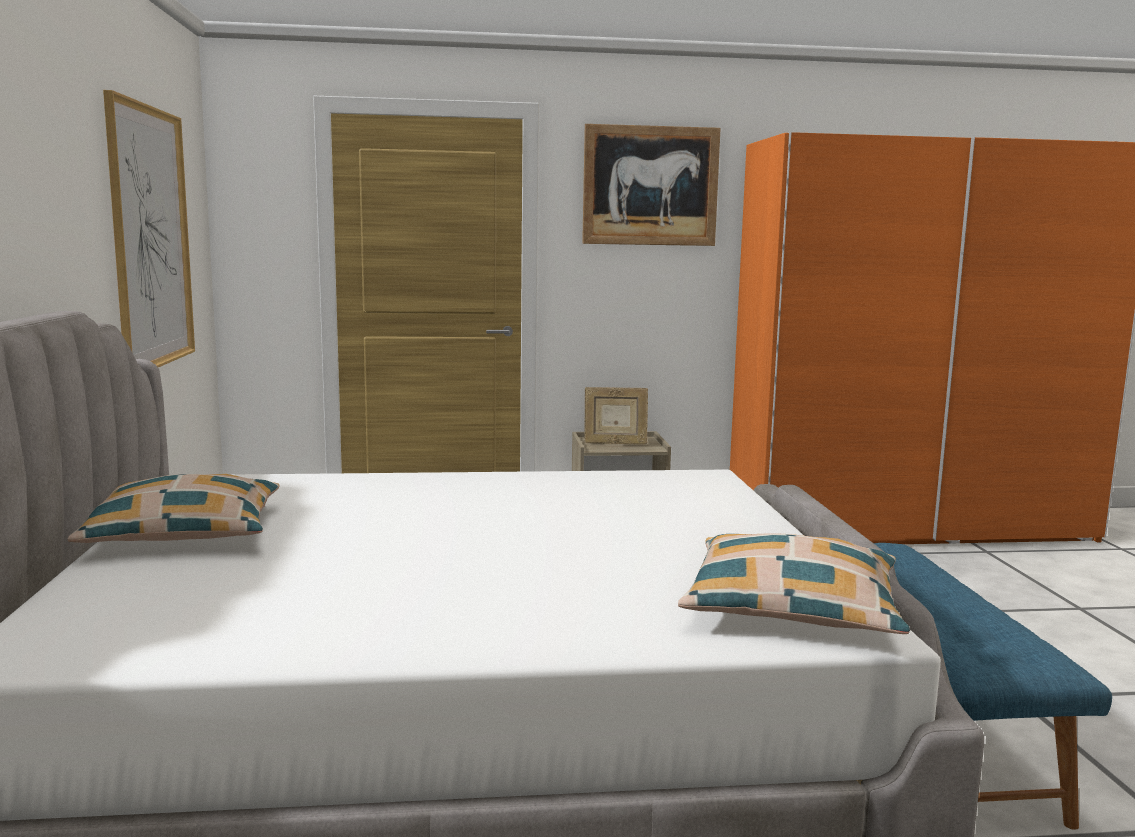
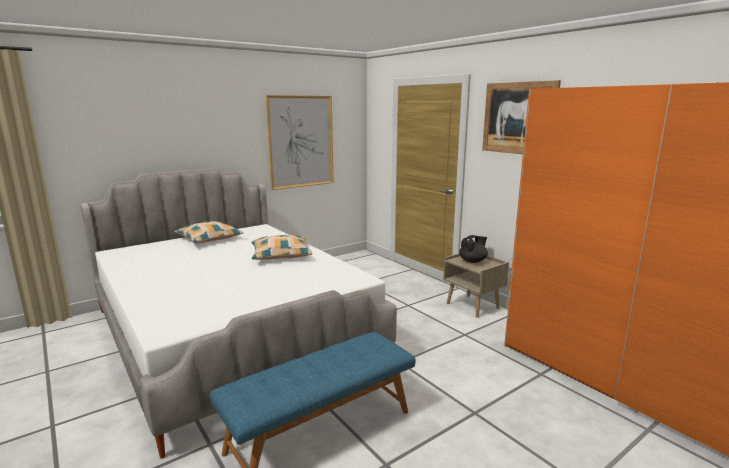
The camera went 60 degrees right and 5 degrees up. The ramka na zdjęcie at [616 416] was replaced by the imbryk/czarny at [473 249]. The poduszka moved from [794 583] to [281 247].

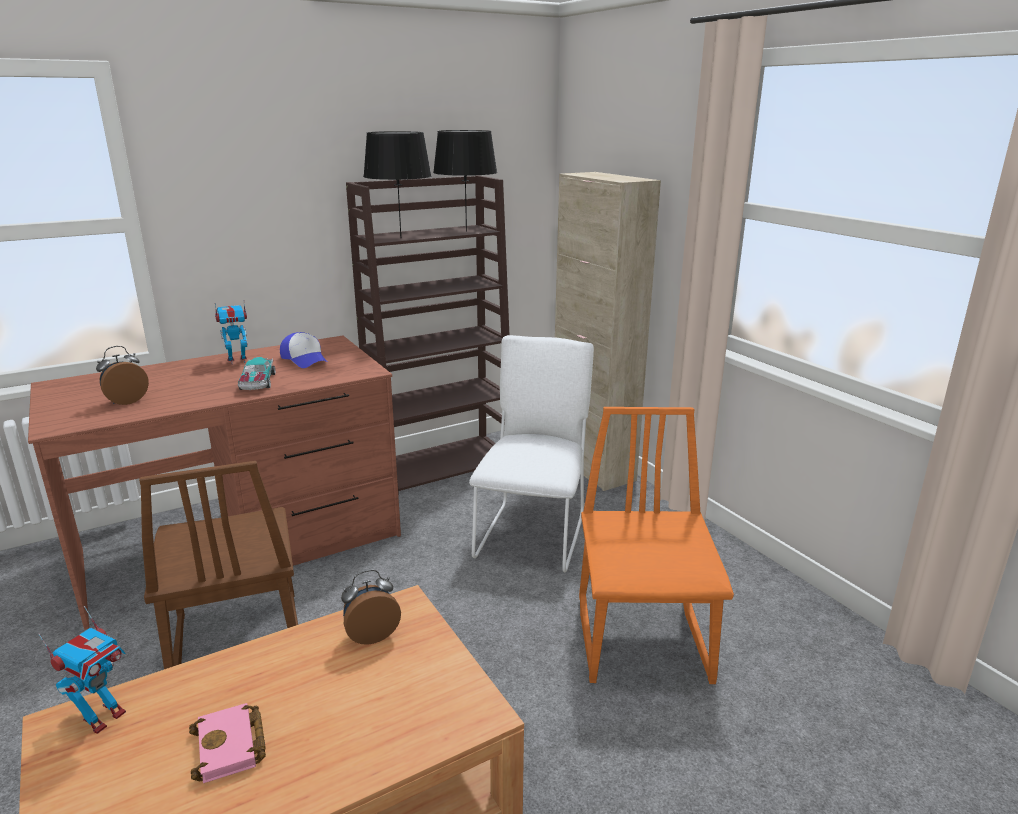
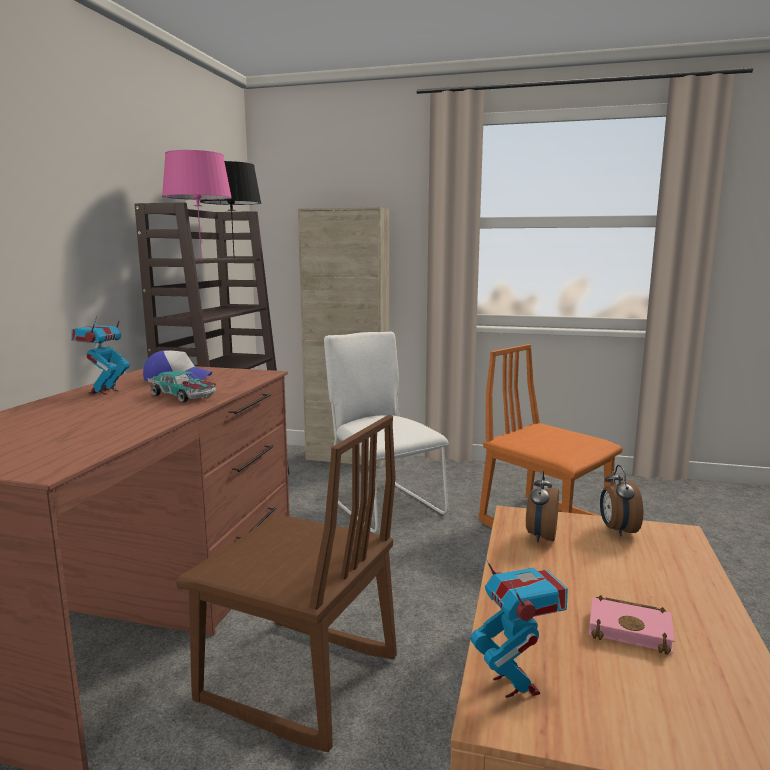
The camera went 45 degrees left and 10 degrees down. The lampa stołowa/czarny at [397 184] became the lampa stołowa/różowy at [197 205]. The budzik moved from [122 375] to [621 501].

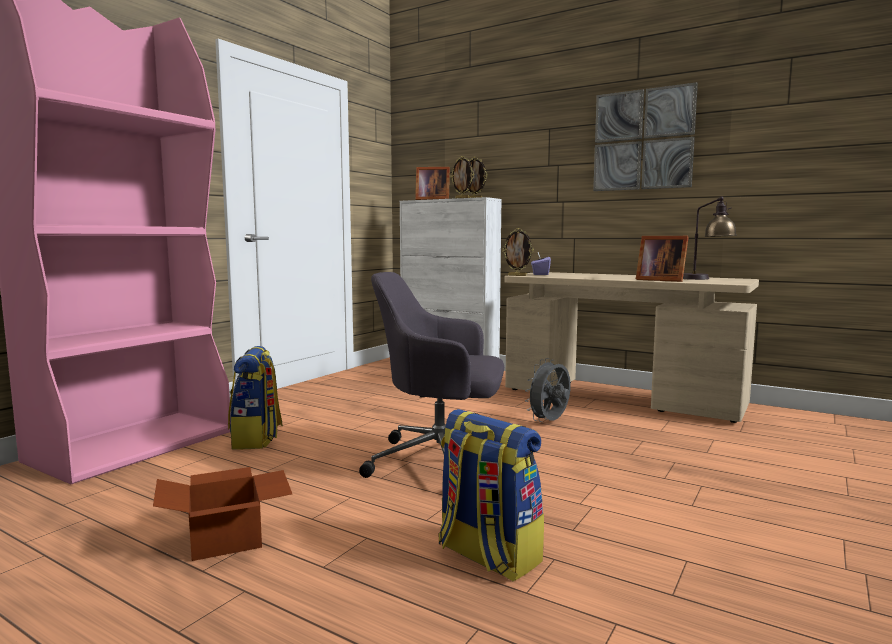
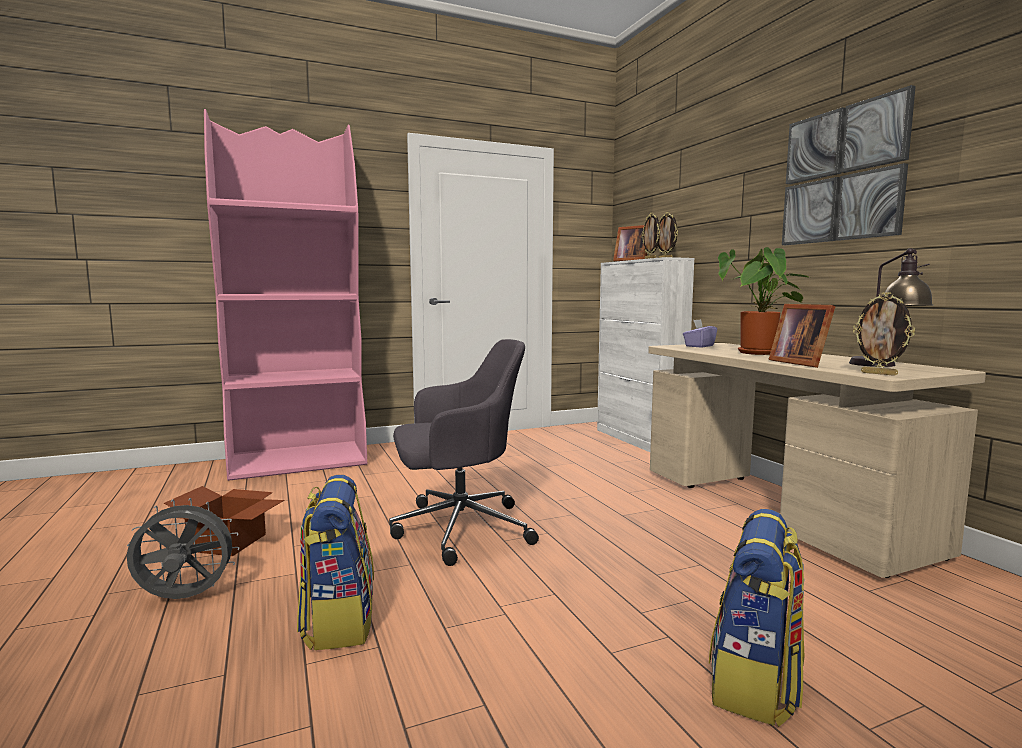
The camera went 35 degrees right and 0 degrees up. The ramka na zdjęcie moved from [518 252] to [884 334]. The krzesło biurowe/szary at [431 375] turned 120 degrees clockwise. The plecak moved from [255 397] to [756 618]. The wentylator/szary moved from [548 390] to [183 548]. The roślina doniczkowa at [764 301] appeared.

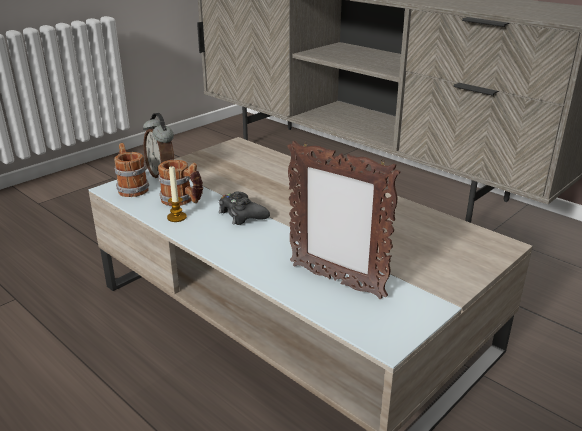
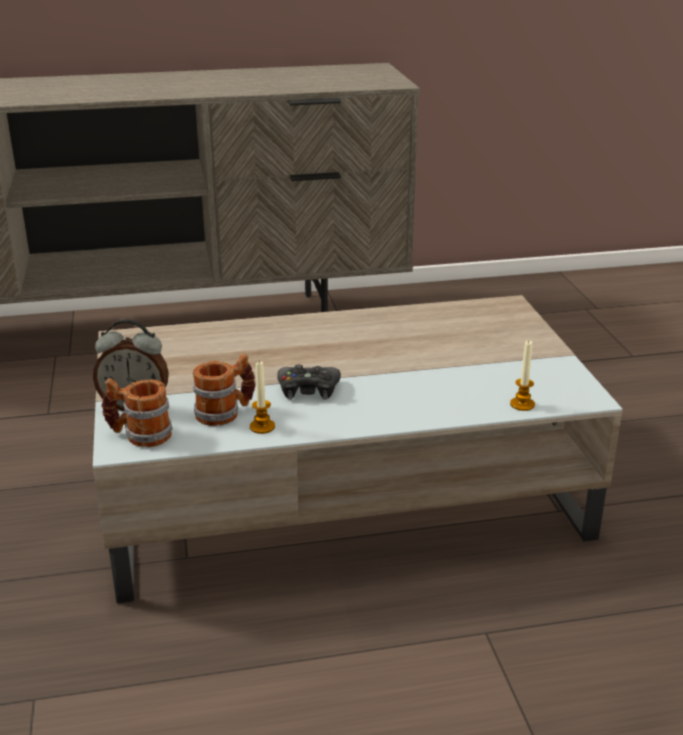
The camera went 55 degrees left and 0 degrees up. The ramka na zdjęcie at [343 220] disappeared. The świeca at [522 375] appeared.

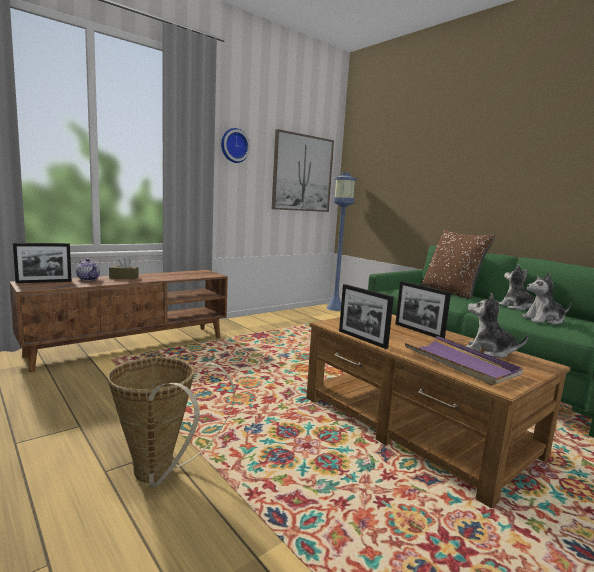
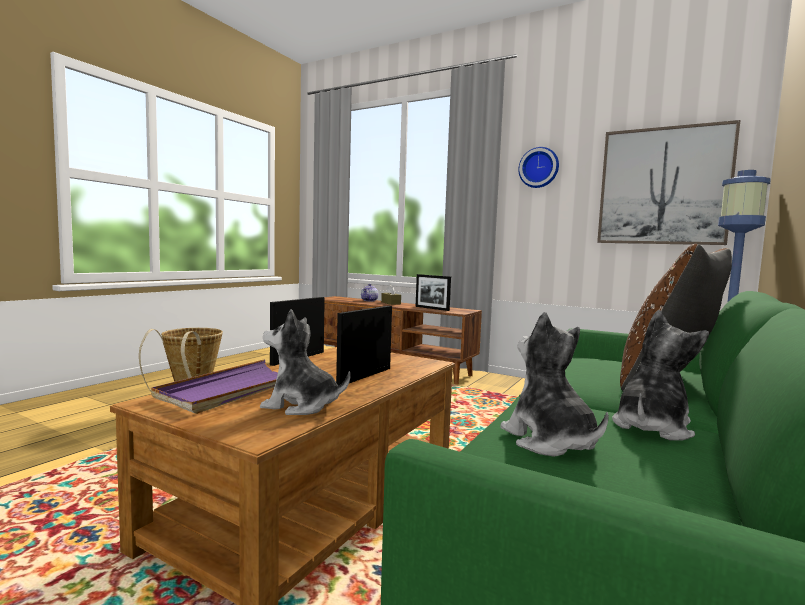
The camera went 70 degrees right and 5 degrees down. The ramka na zdjęcie moved from [42 263] to [433 292]. The pluszak at [497 325] turned 90 degrees counterclockwise.

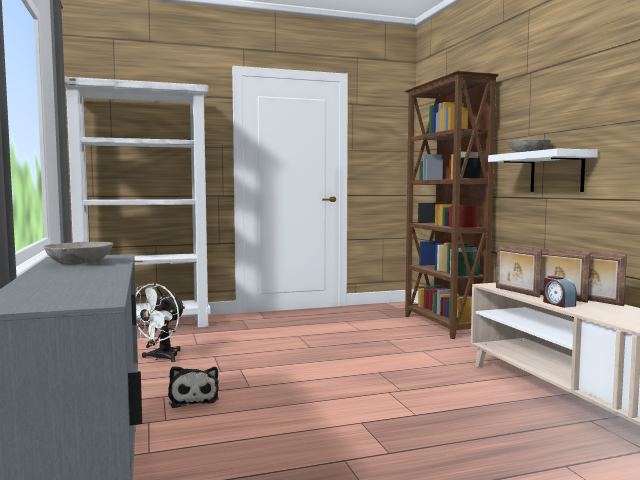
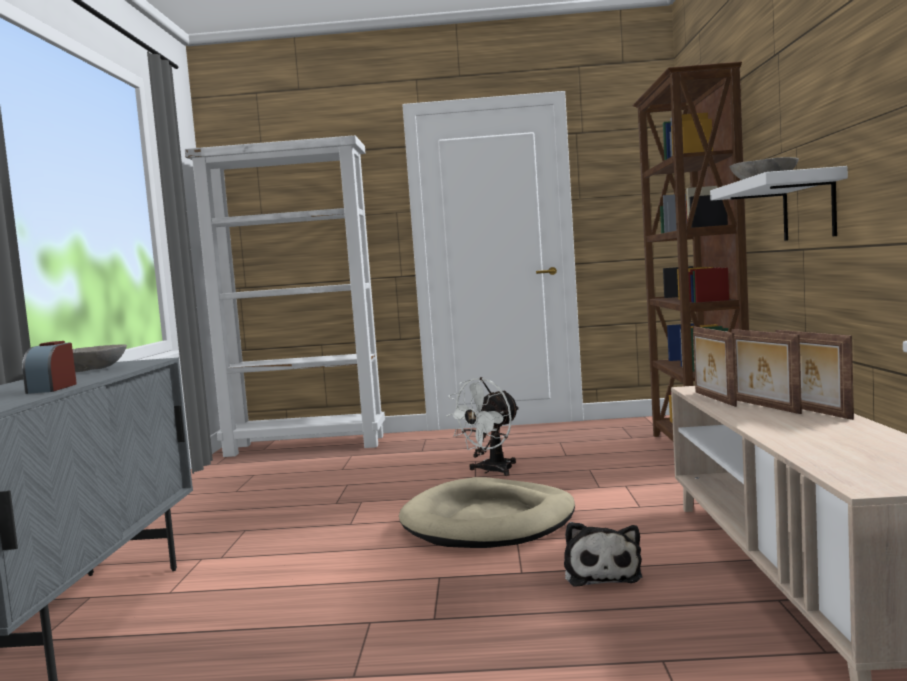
The camera went 20 degrees right and 0 degrees up. The budzik moved from [560 292] to [49 367]. The wentylator/biały moved from [160 322] to [482 426]. The pluszak moved from [193 387] to [603 554]. The legowisko/beżowy at [487 512] appeared.

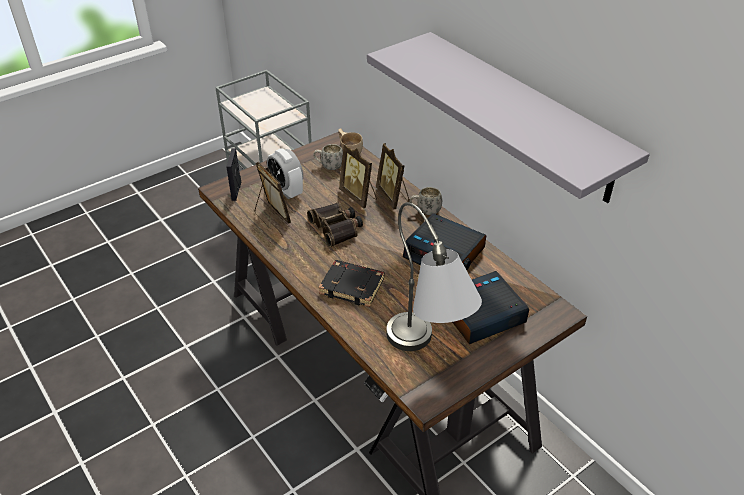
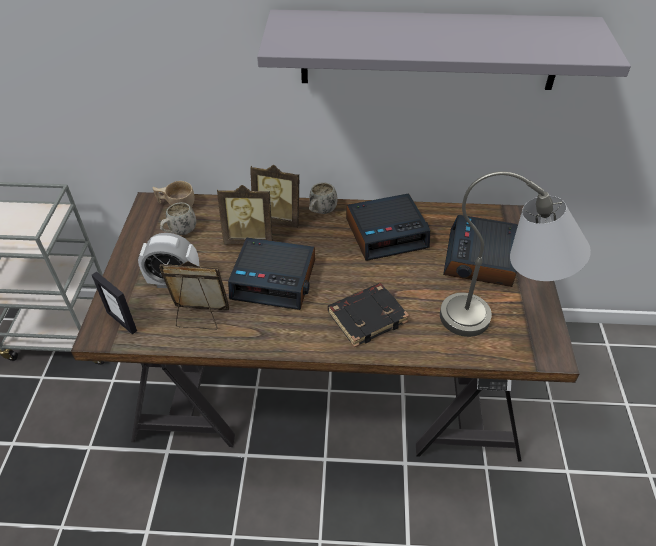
The camera went 50 degrees left and 5 degrees up. The lornetka at [335 225] was replaced by the budzik at [271 274].

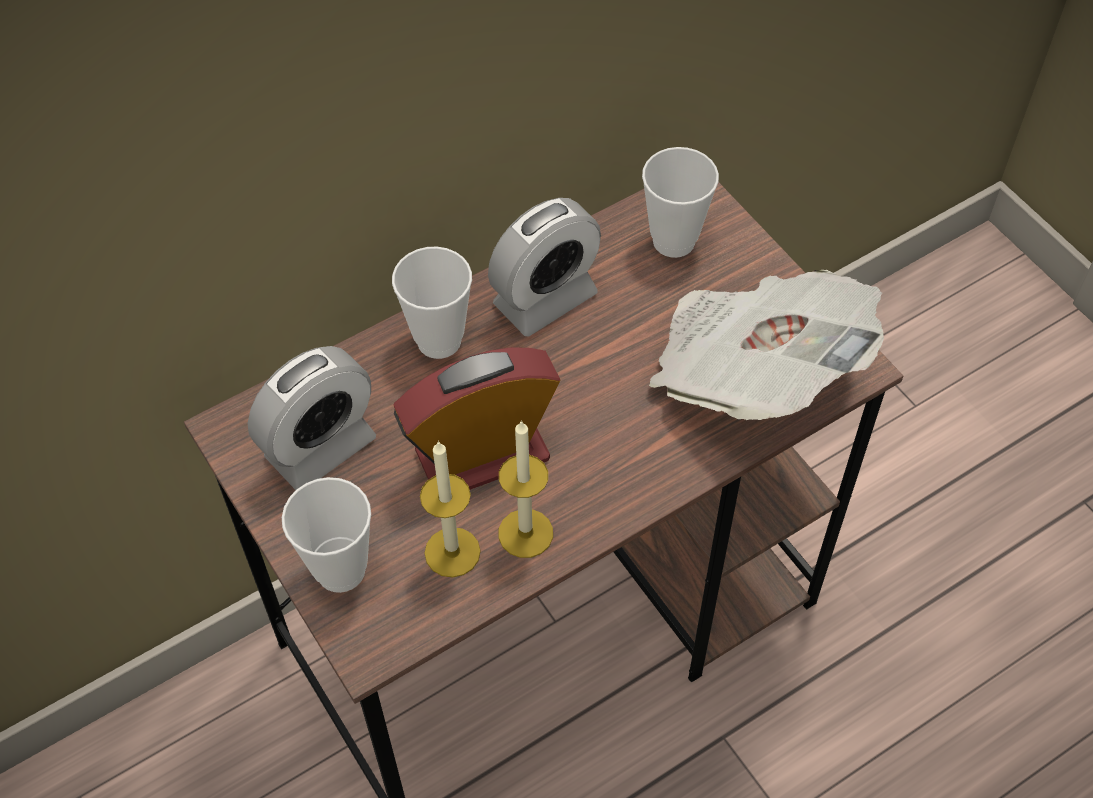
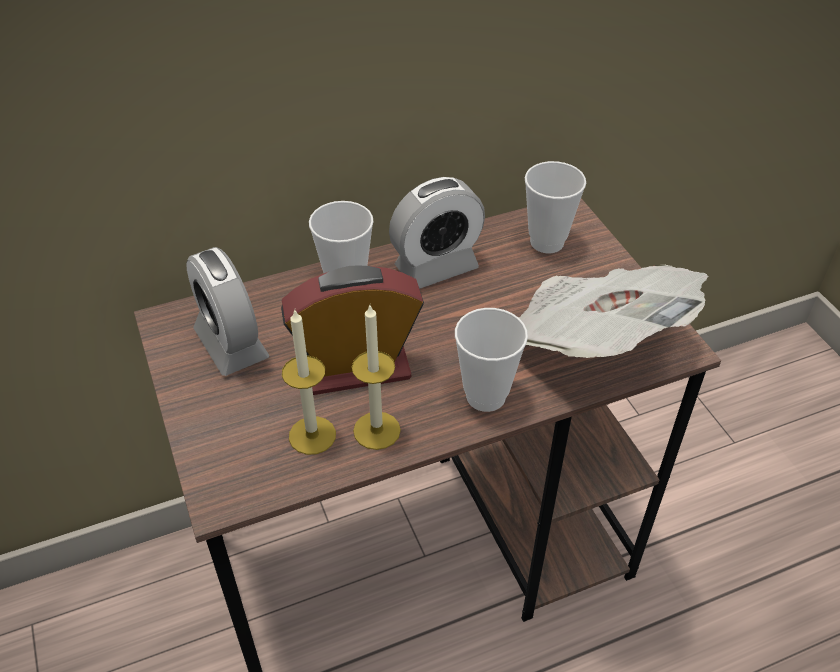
The camera went 10 degrees right and 10 degrees down. The budzik at [312 418] turned 90 degrees clockwise. The filiżanka moved from [326 535] to [491 360].

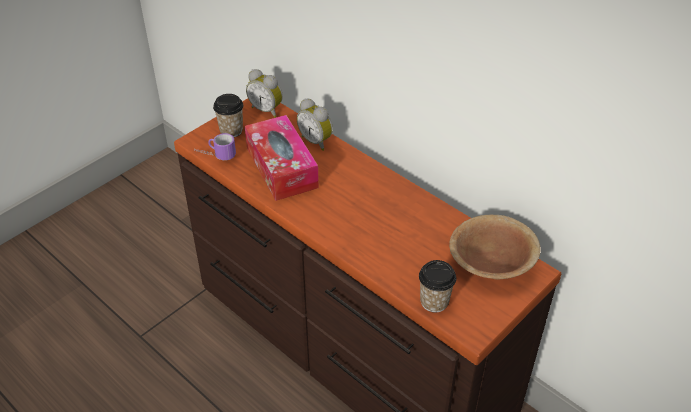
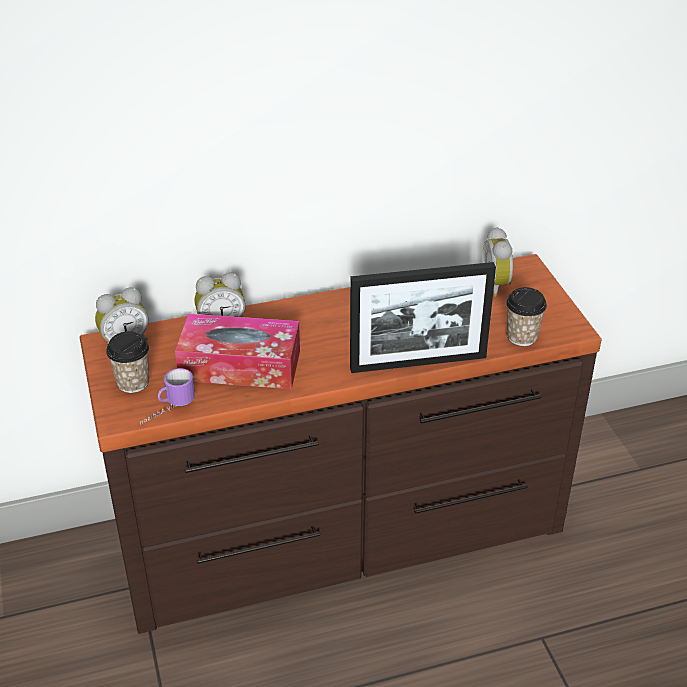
The camera went 60 degrees left and 5 degrees down. The miska/brązowy at [495 247] was replaced by the budzik at [498 262]. The ramka na zdjęcie at [423 317] appeared.

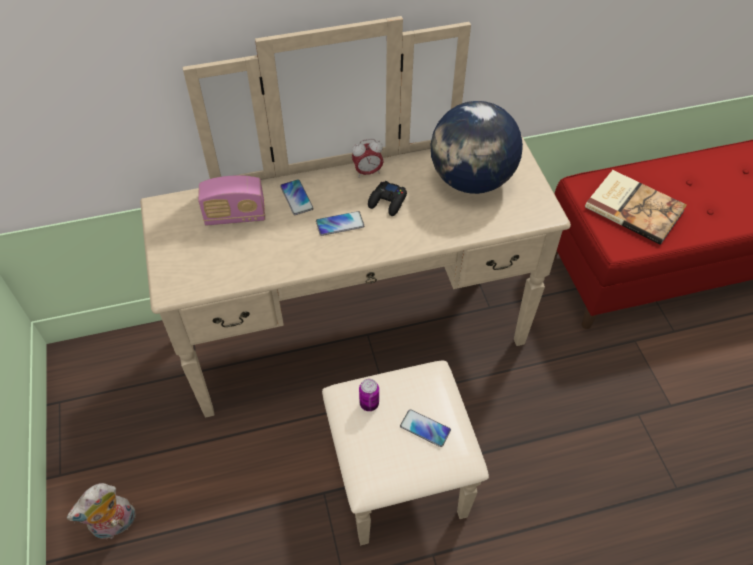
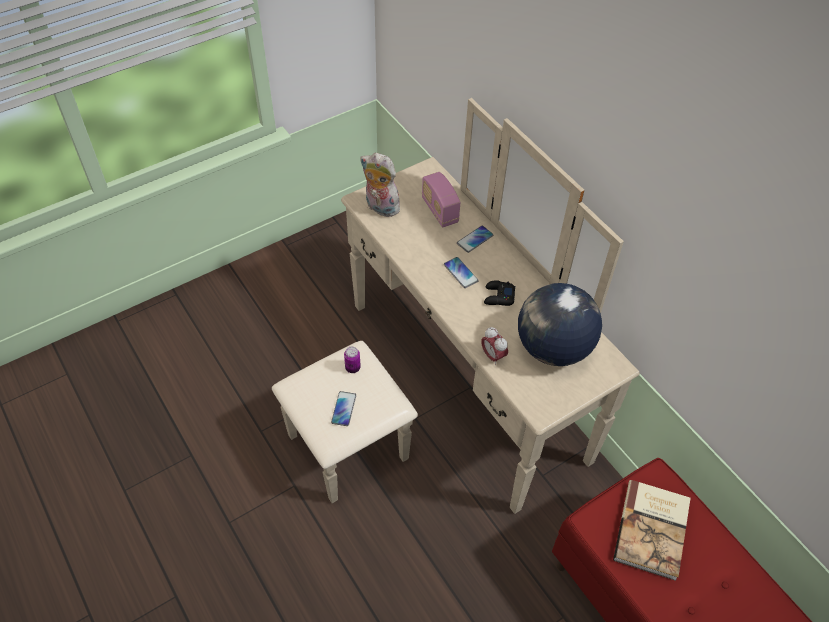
The camera went 70 degrees right and 0 degrees up. The budzik moved from [368 158] to [494 346]. The pluszak moved from [101 512] to [381 185].

